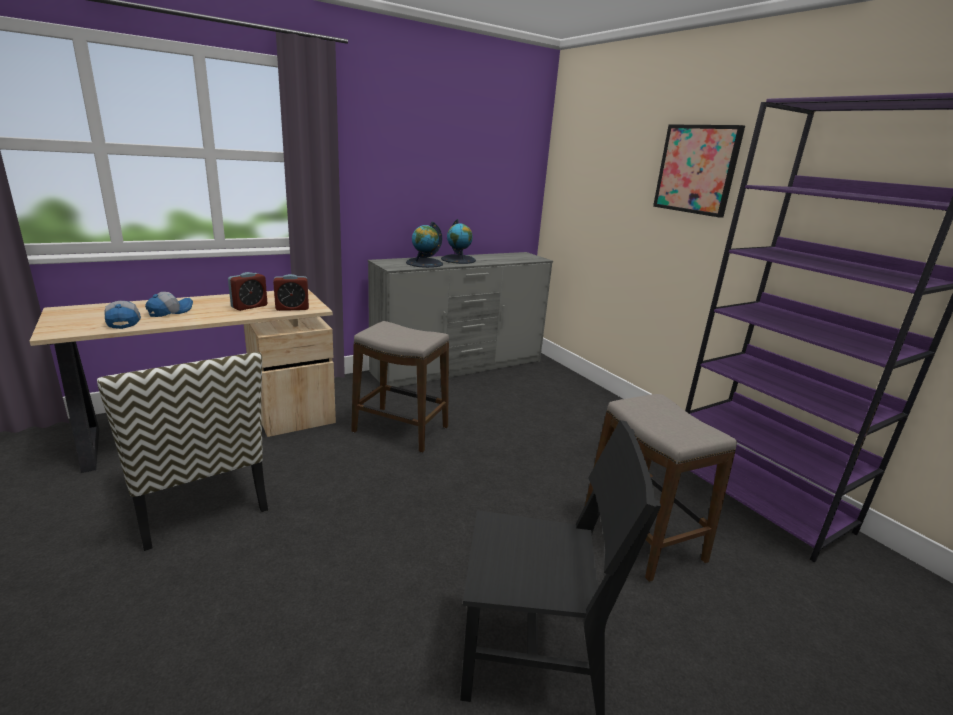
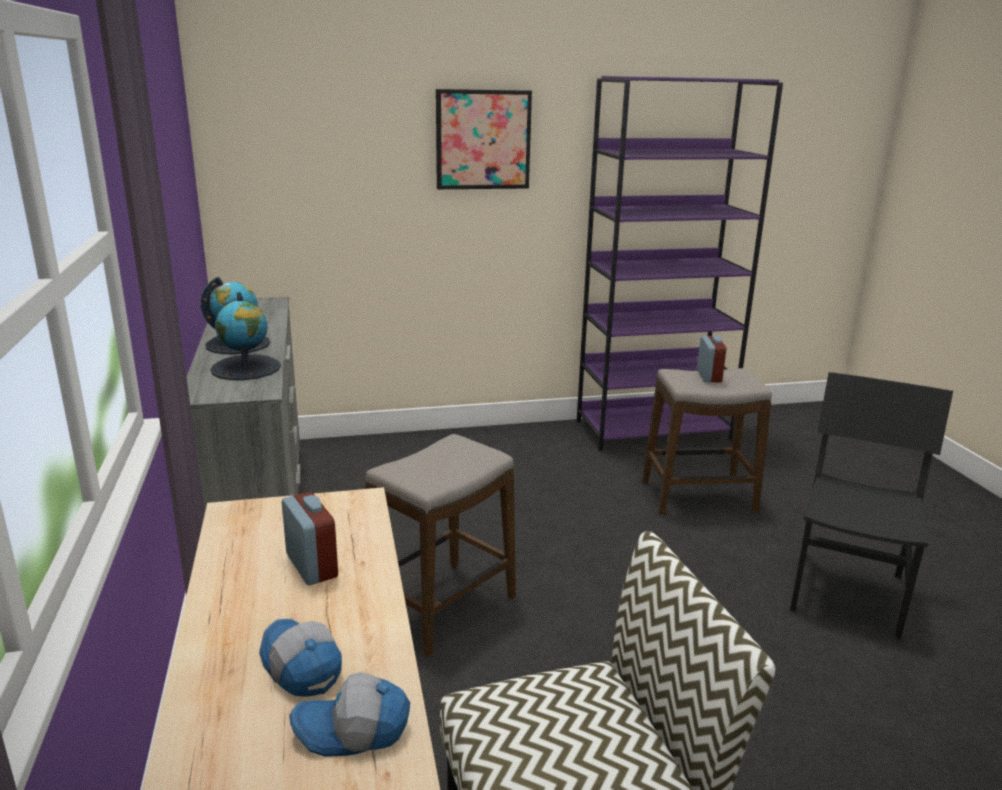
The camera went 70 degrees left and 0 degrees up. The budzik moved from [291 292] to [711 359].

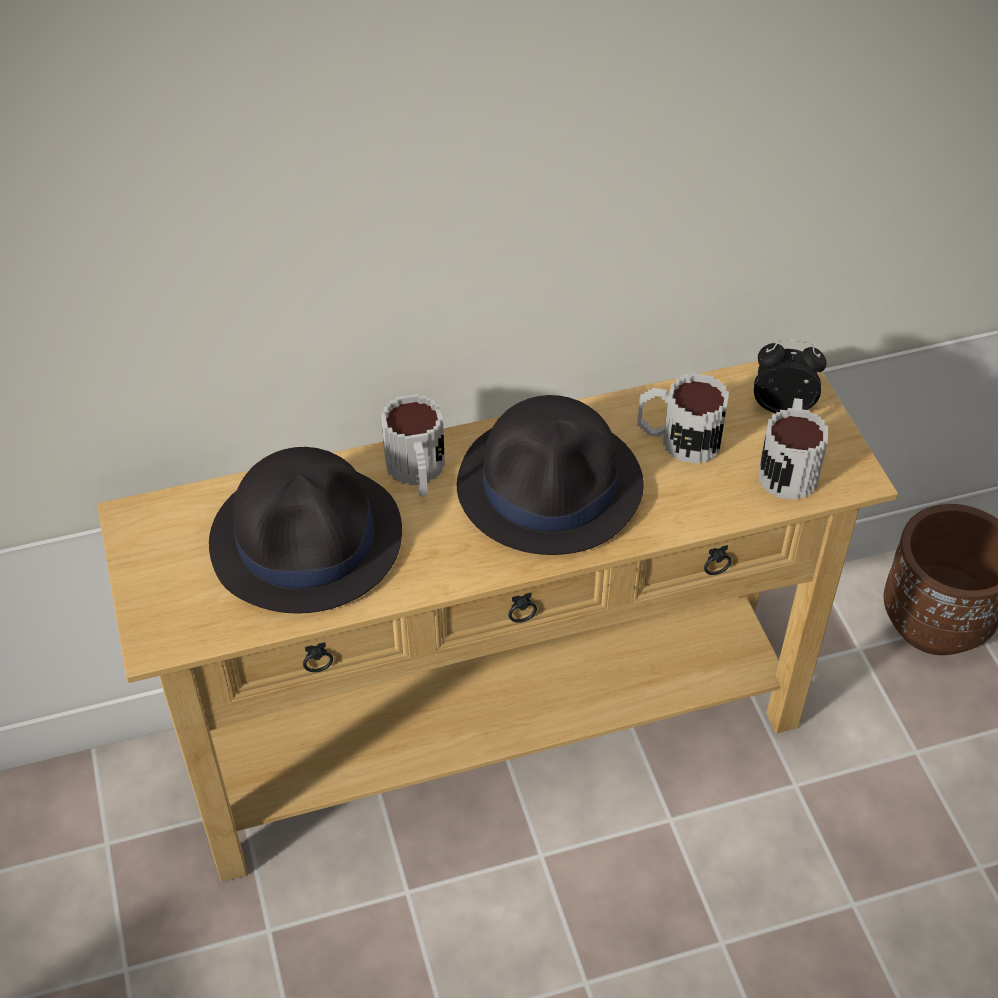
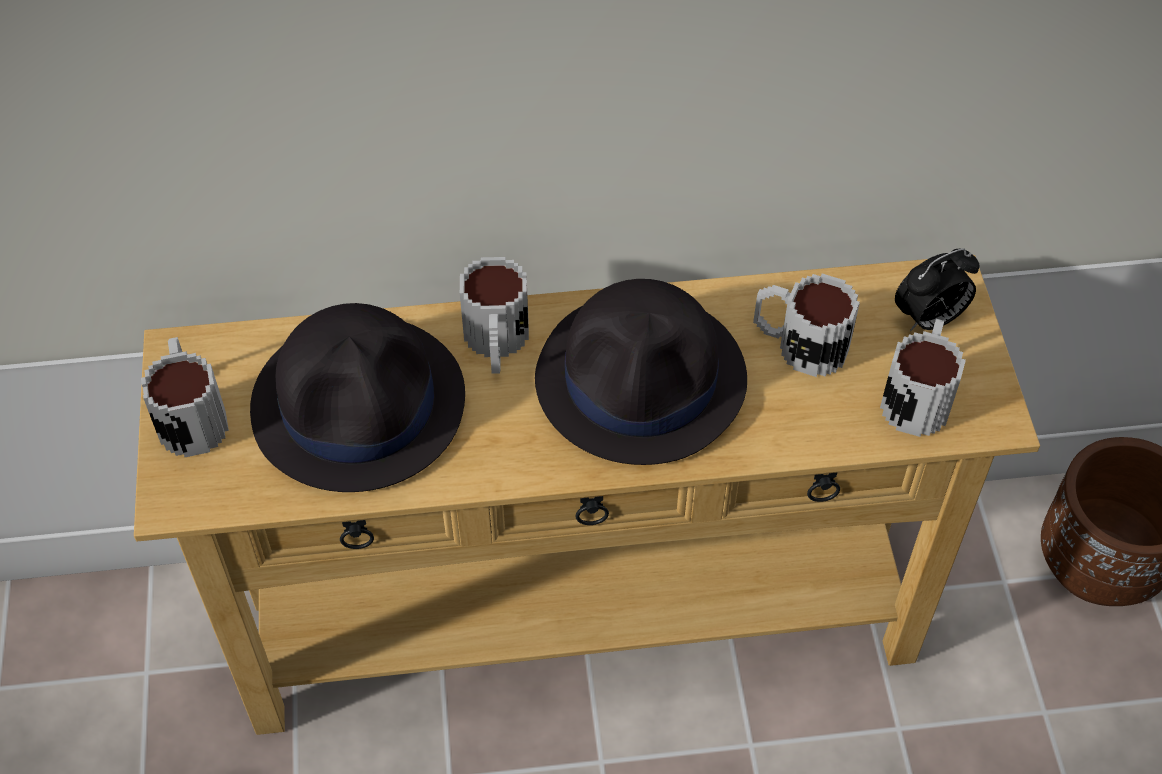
The camera went 10 degrees right and 5 degrees up. The budzik at [790 376] turned 135 degrees clockwise. The kubek at [185 397] appeared.

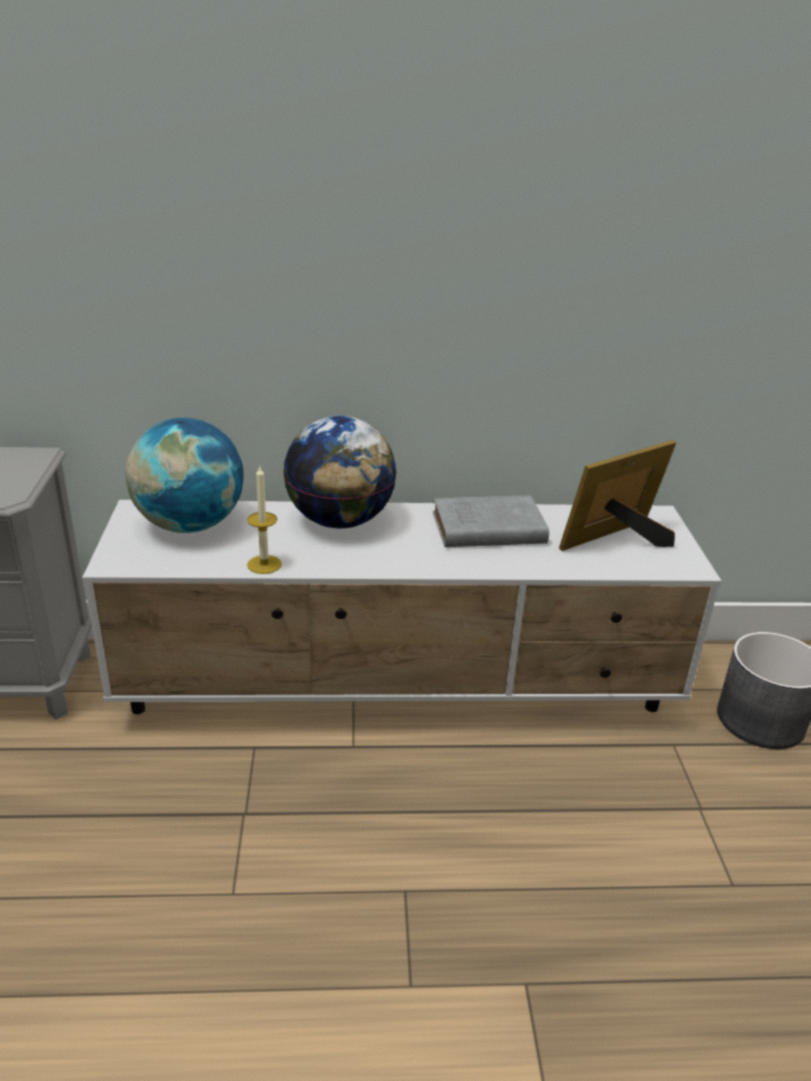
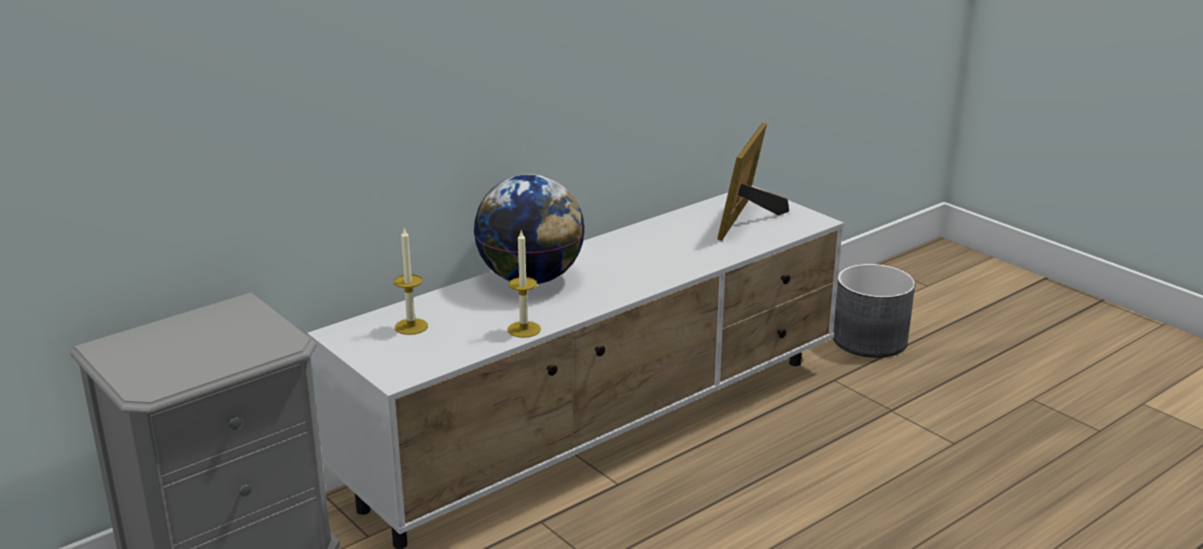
The camera went 35 degrees left and 5 degrees down. The globus at [184 475] was replaced by the świeca at [411 282]. The książka/szary at [491 521] disappeared.

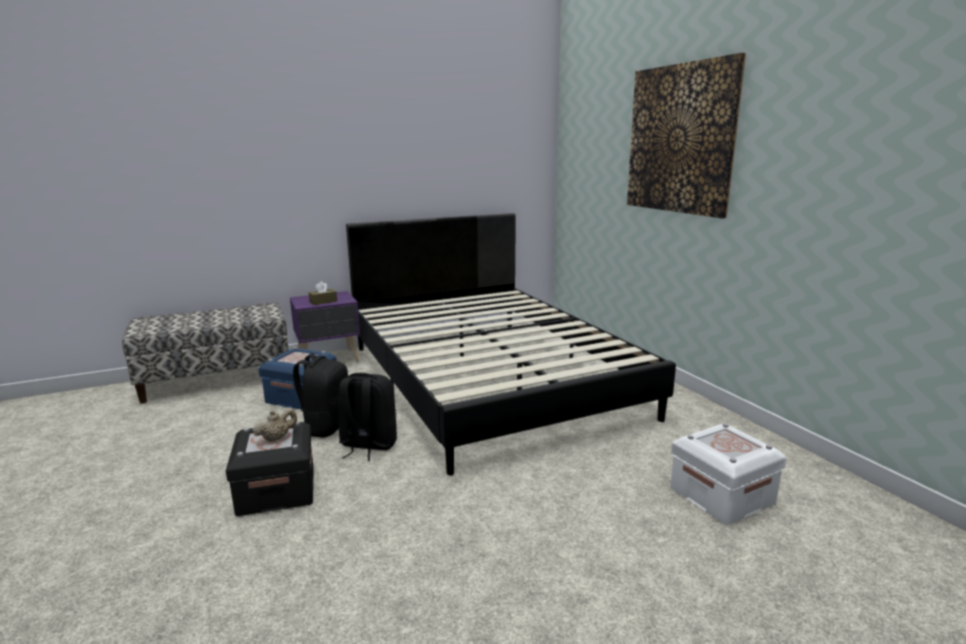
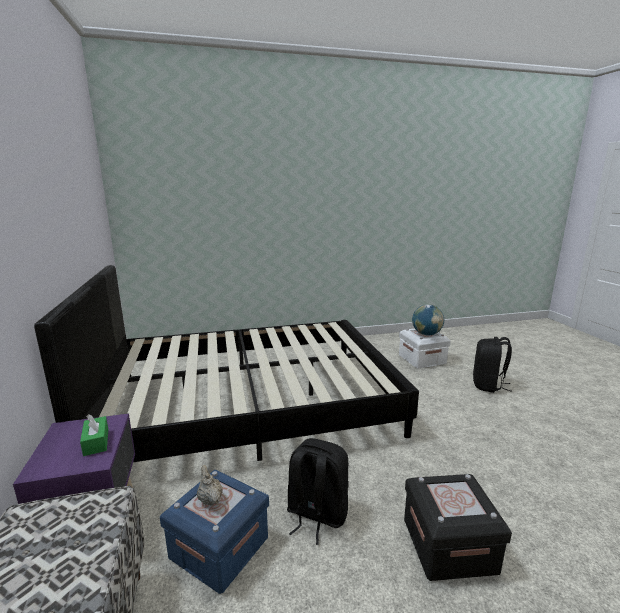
The camera went 80 degrees left and 0 degrees up. The obraz at [686 135] disappeared. The pudełko chusteczek/brązowy at [323 293] became the pudełko chusteczek/zielony at [94 435]. The plecak/czarny moved from [367 417] to [492 365]. The imbryk/beżowy moved from [275 425] to [210 485]. The globus at [428 319] appeared.

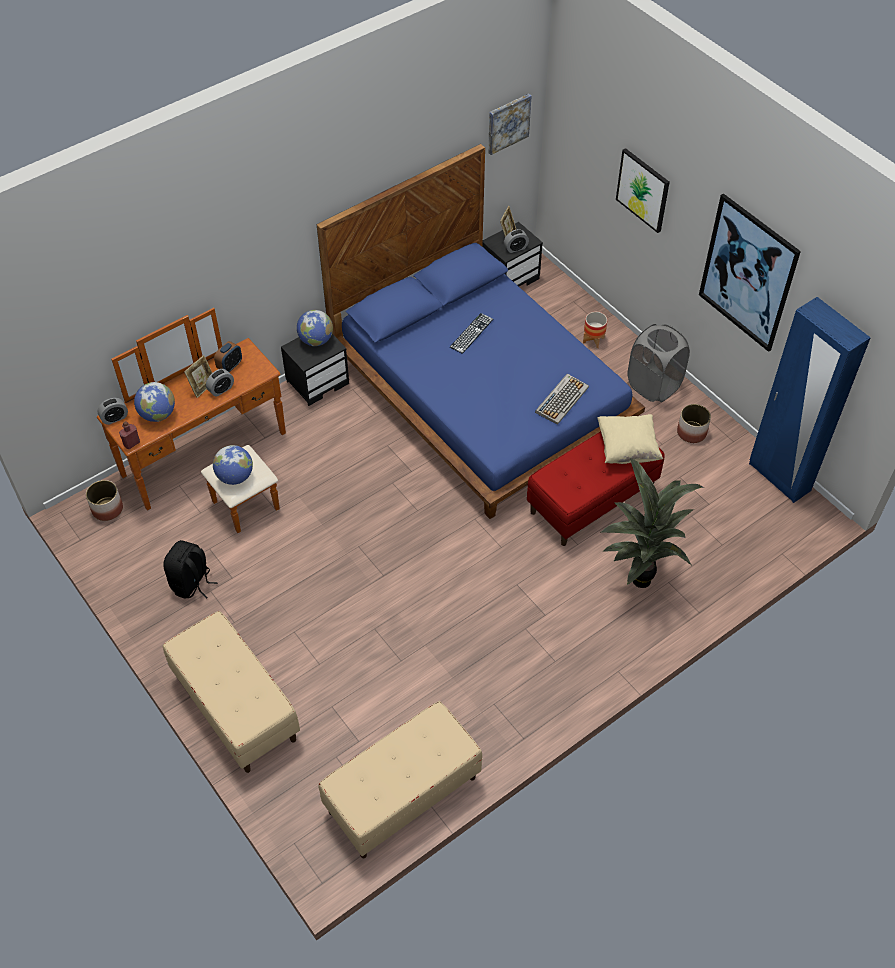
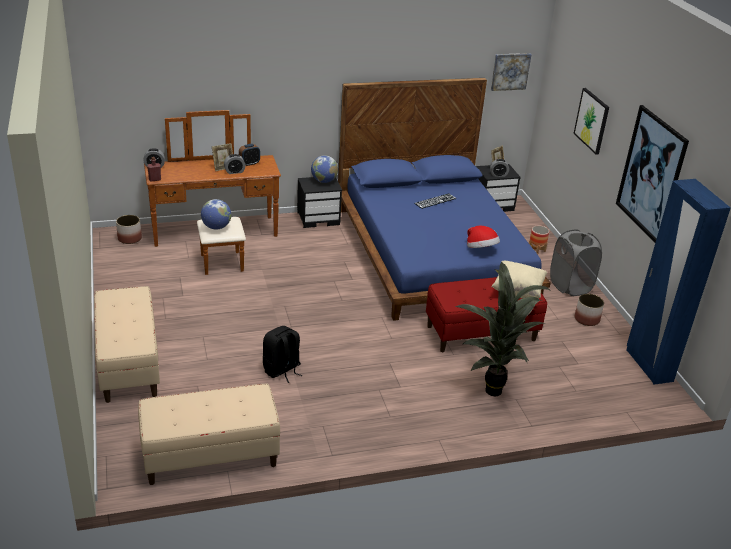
The camera went 20 degrees right and 20 degrees down. The klawiatura at [562 399] was replaced by the kapelusz at [483 237]. The globus at [154 402] disappeared. The plecak/czarny moved from [190 569] to [283 354].

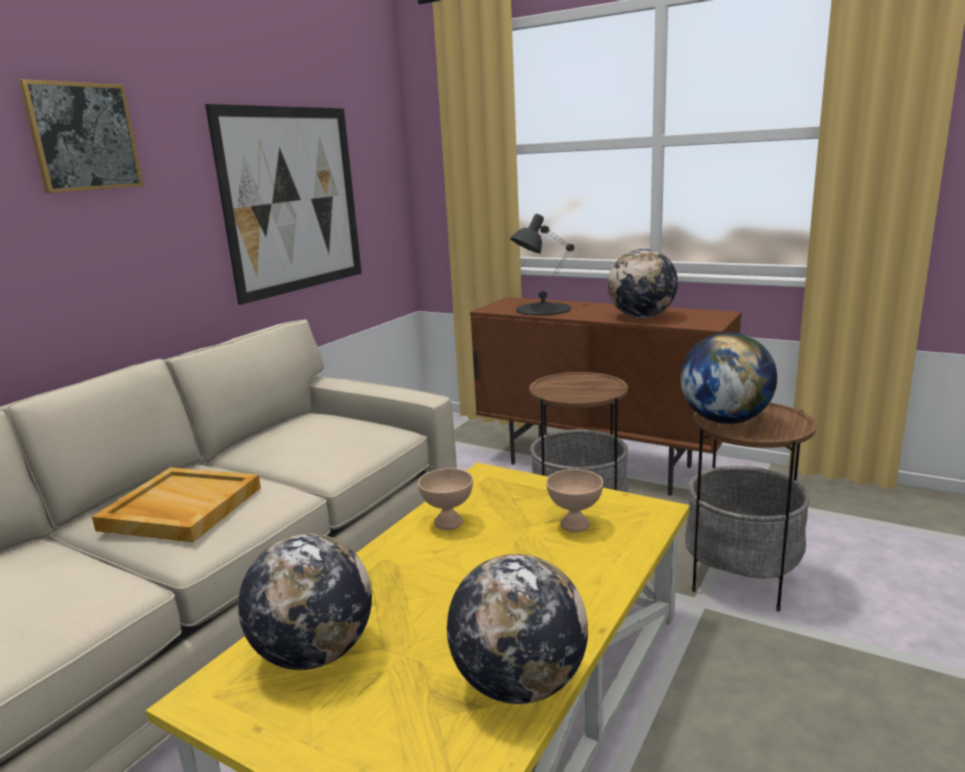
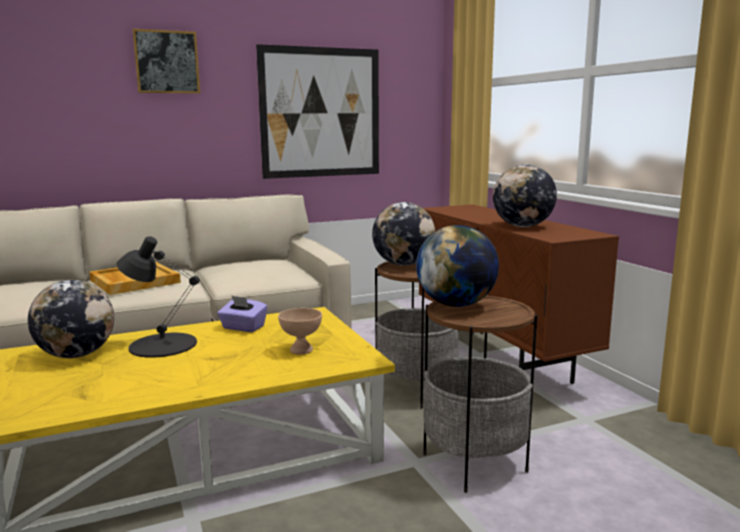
The camera went 35 degrees right and 5 degrees down. The lampa stołowa/czarny moved from [542 265] to [158 297]. The miska/beżowy at [445 499] was replaced by the pudełko chusteczek/fioletowy at [242 313]. The globus moved from [517 629] to [403 233].

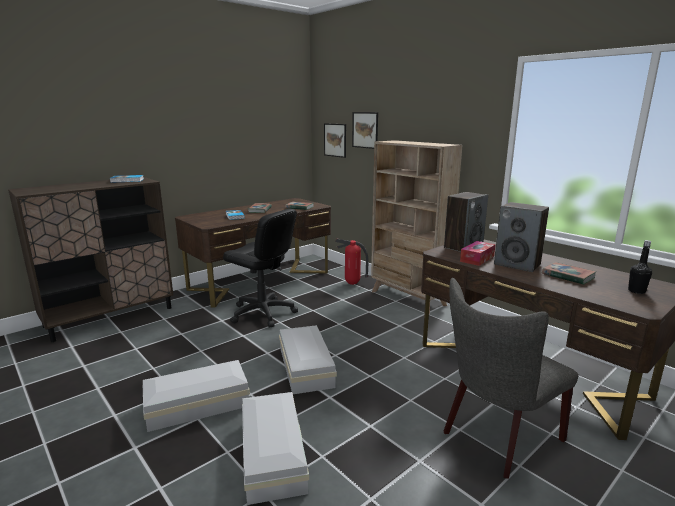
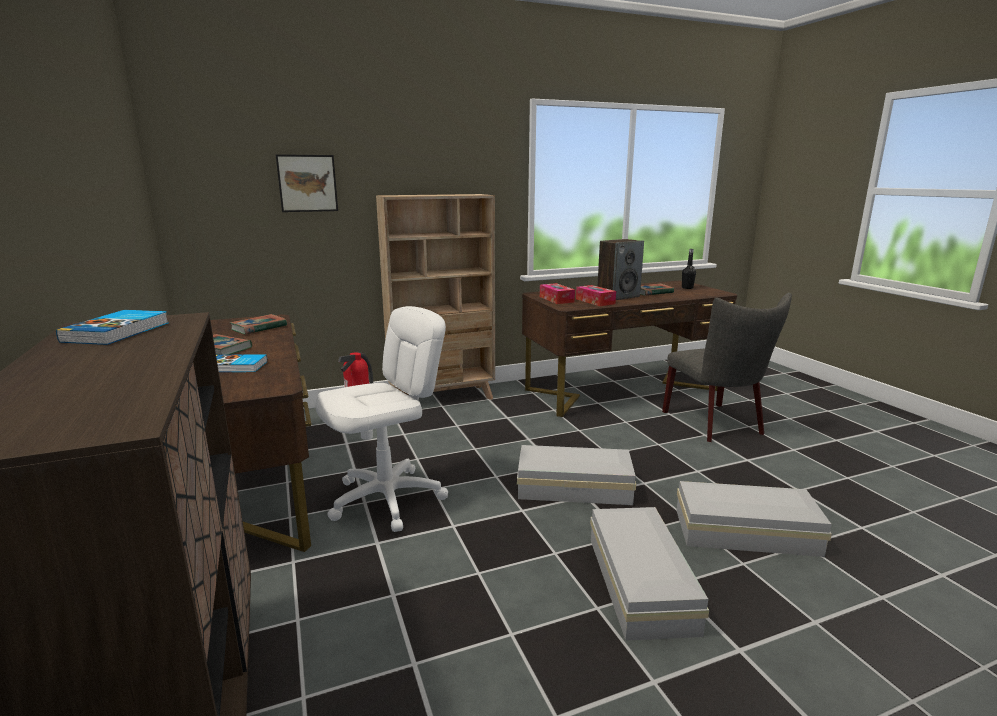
The camera went 70 degrees left and 0 degrees up. The obraz at [335 140] disappeared. The głośnik at [466 222] was replaced by the pudełko chusteczek at [557 293]. The krzesło biurowe/czarny at [260 268] became the krzesło biurowe/biały at [382 419].

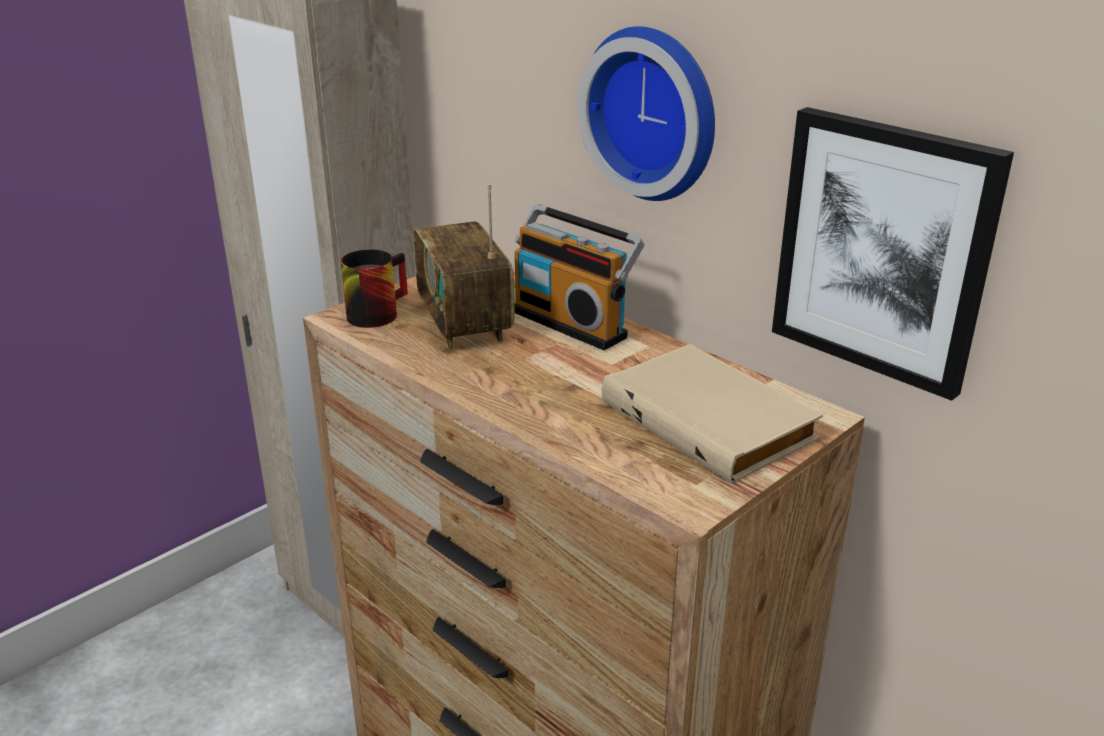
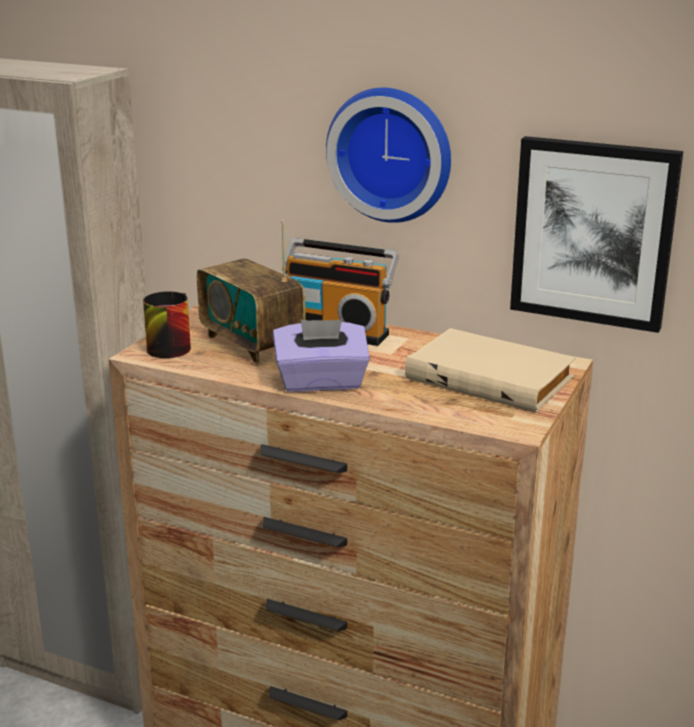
The camera went 20 degrees left and 5 degrees down. The pudełko chusteczek/fioletowy at [321 356] appeared.

